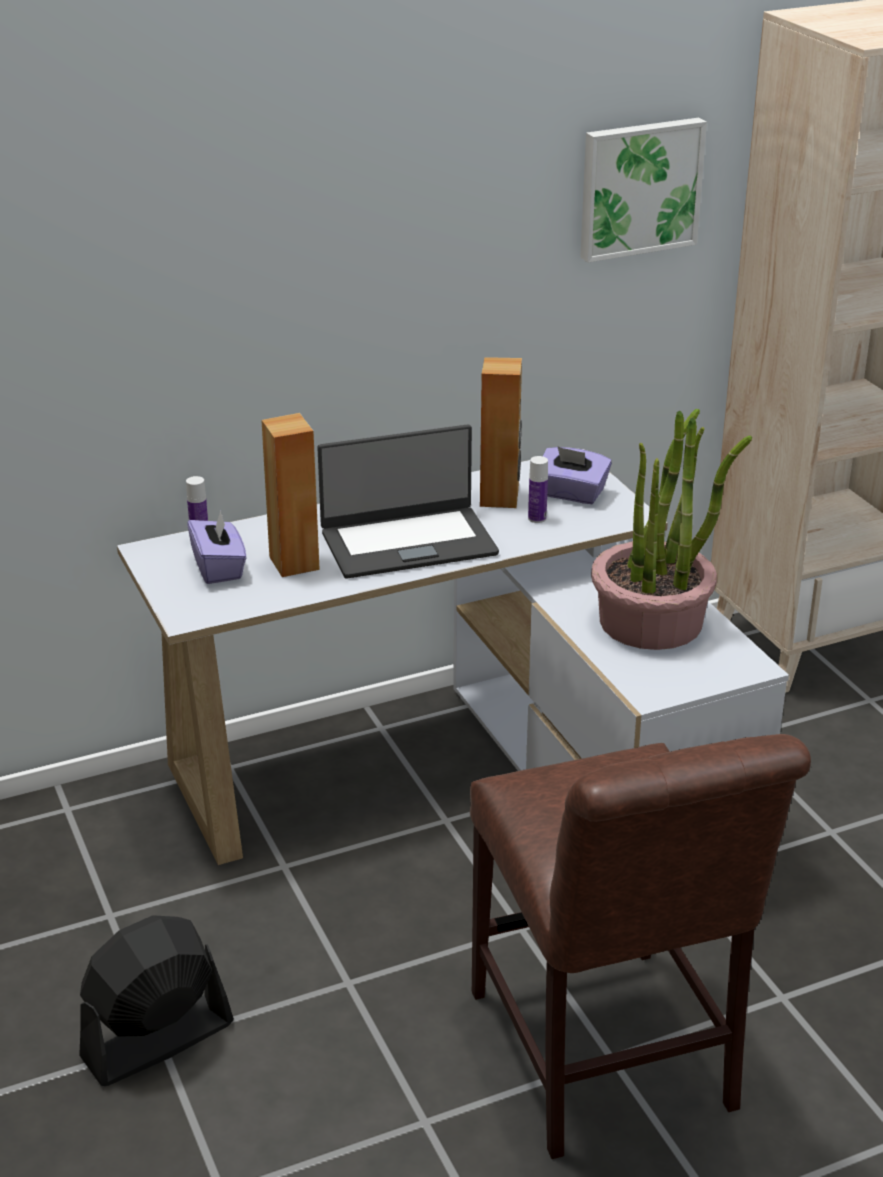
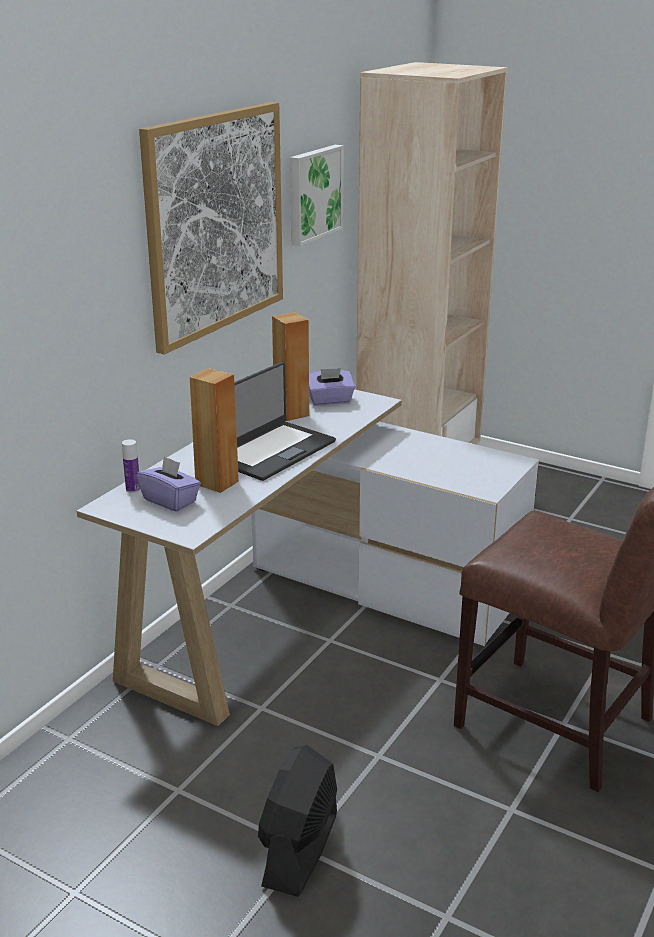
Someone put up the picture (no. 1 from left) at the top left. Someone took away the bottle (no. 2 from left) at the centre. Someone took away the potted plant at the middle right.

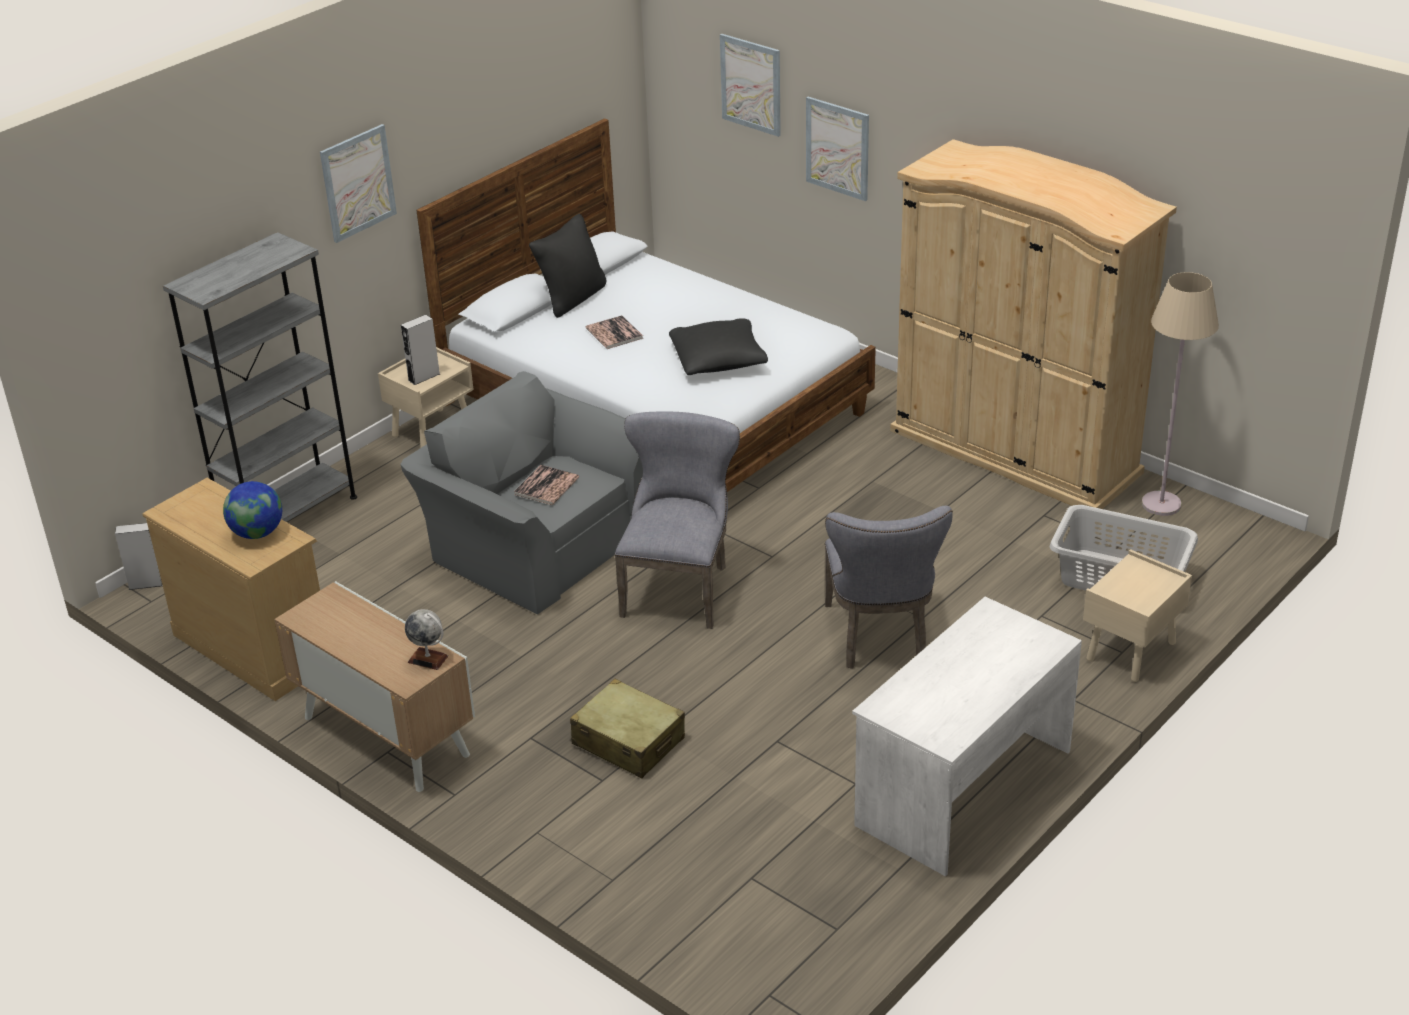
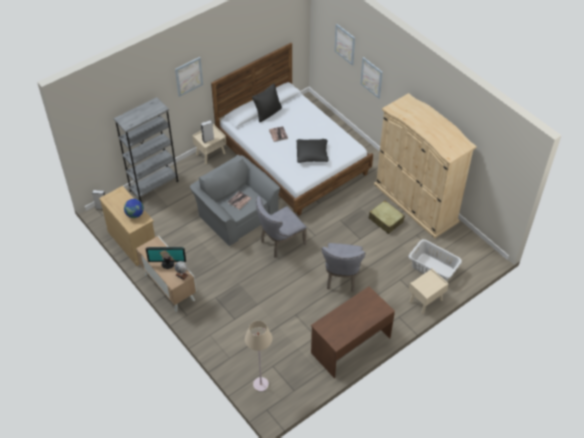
Someone put down the monitor at the middle left. Someone carried the floor lamp (beige) from the middle right to the bottom centre. Someone rotated the chair (grey) (no. 1 from left) at the centre by 150 degrees counterclockwise. Someone repainted the desk (white) at the bottom right, which became the desk (brown) at the bottom centre. Someone carried the suitcase (beige) from the bottom centre to the centre.

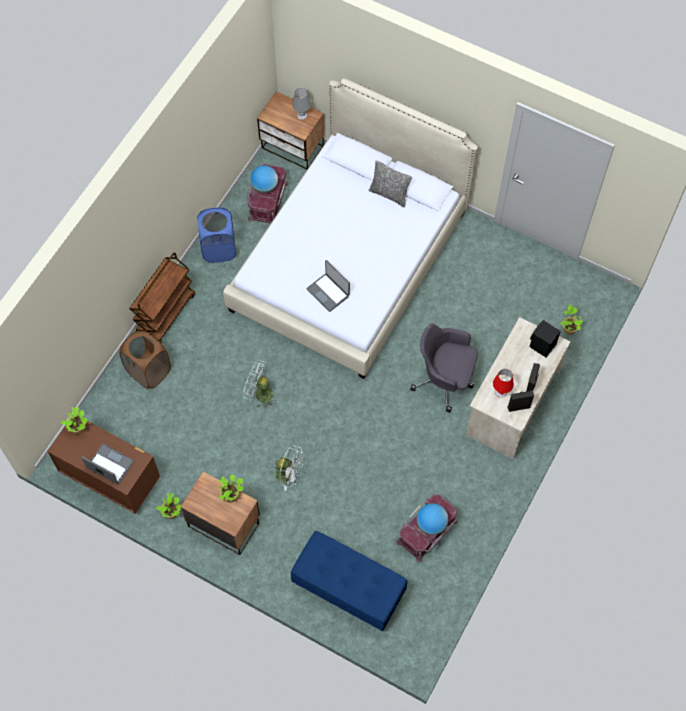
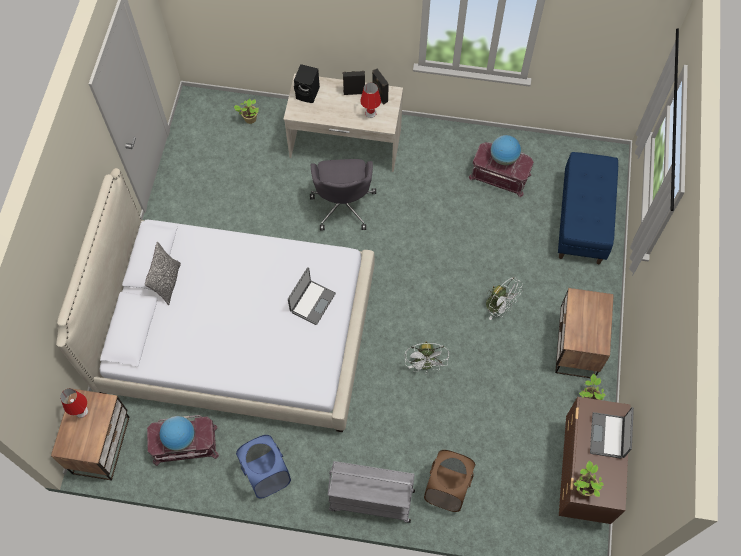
Someone repainted the table lamp (grey) at the top centre, which became the table lamp (red) (no. 1 from left) at the bottom left. Someone repainted the cart (brown) at the middle left, which became the cart (grey) at the bottom centre. Someone rotated the fan (white) (no. 2 from left) at the centre by 135 degrees clockwise. Someone took away the potted plant (no. 3 from left) at the bottom centre.

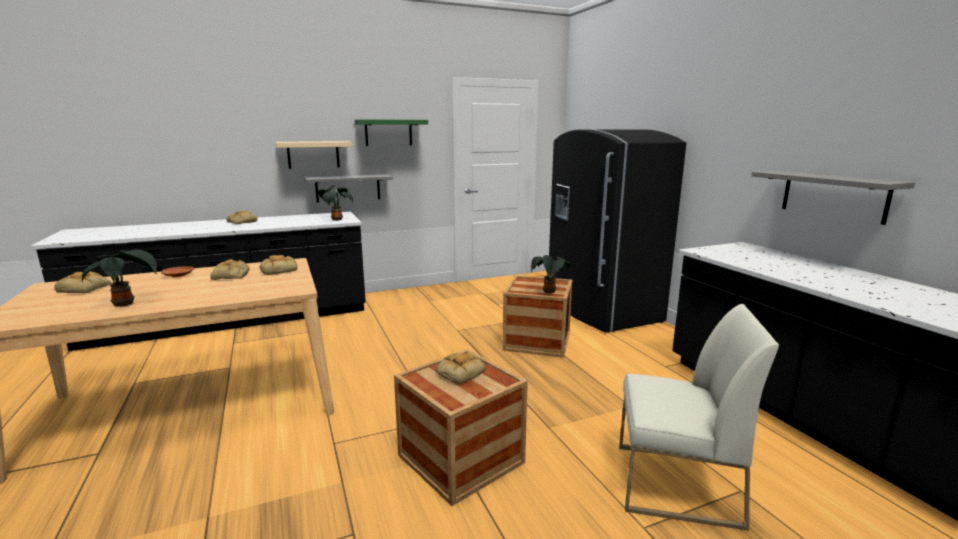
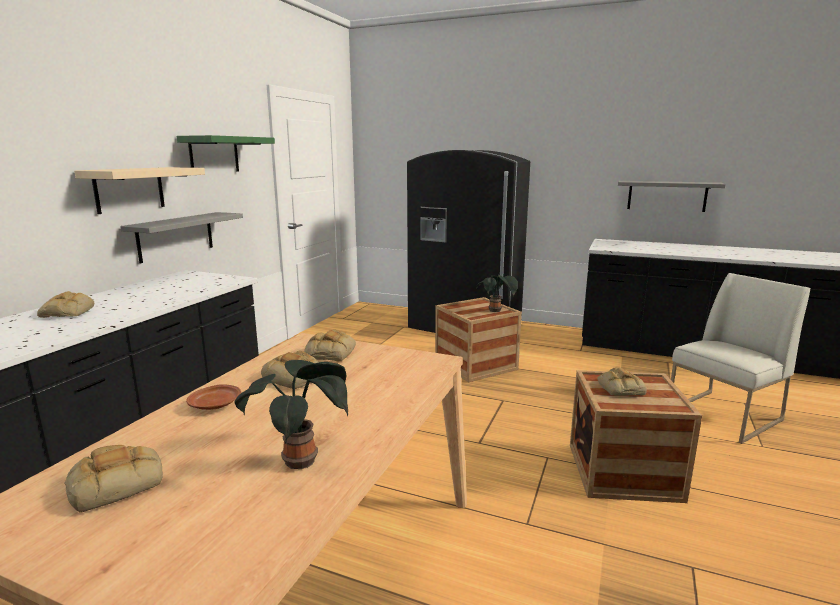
Someone took away the potted plant (no. 2 from left) at the centre.

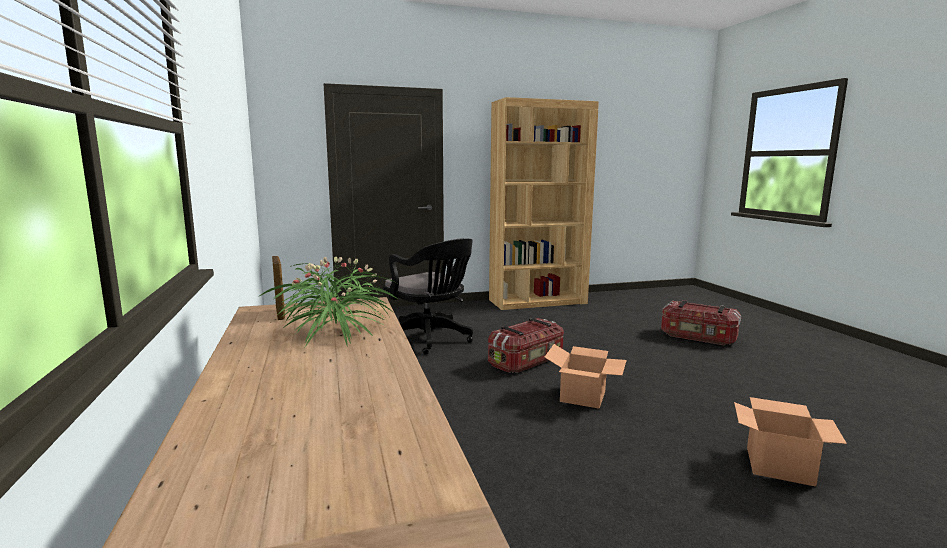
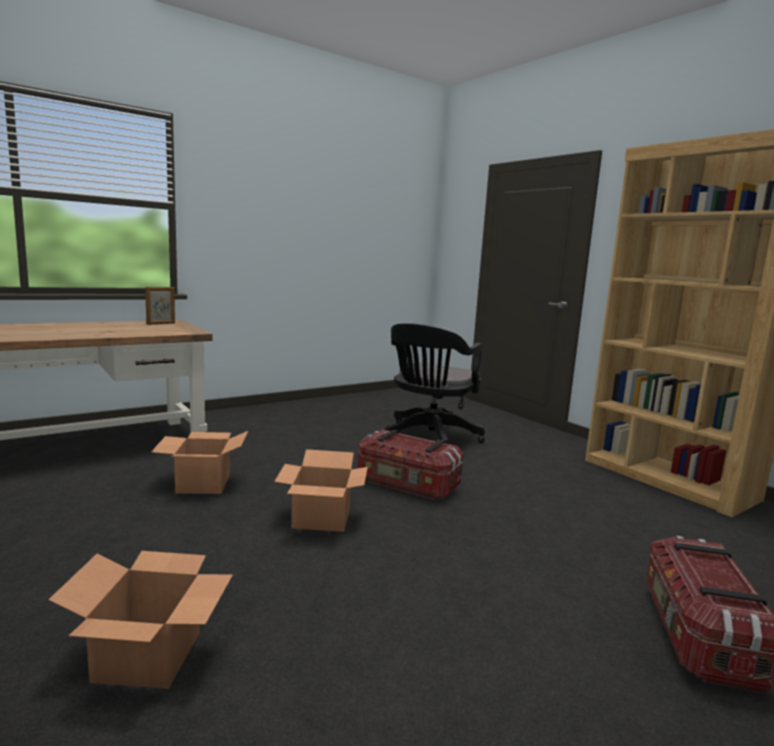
Someone put down the cardboard box (no. 2 from left) at the middle left. Someone took away the potted plant at the centre.

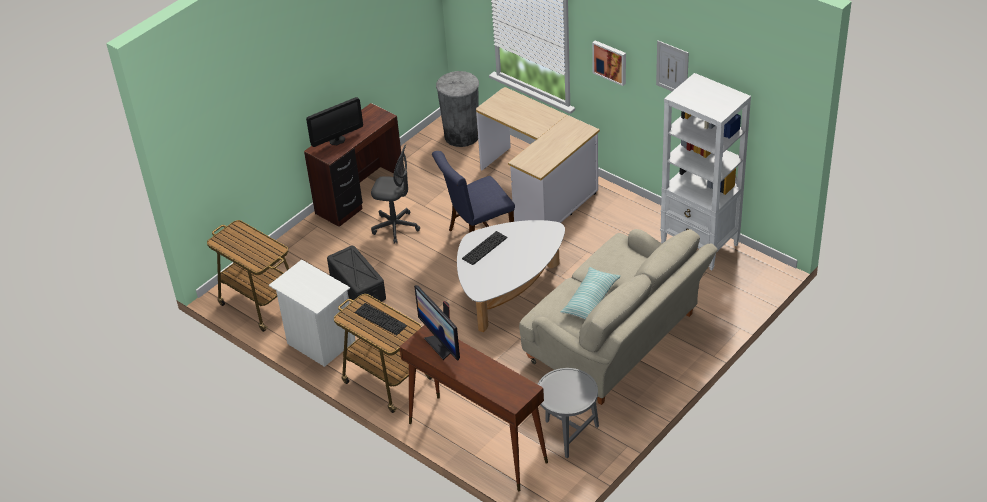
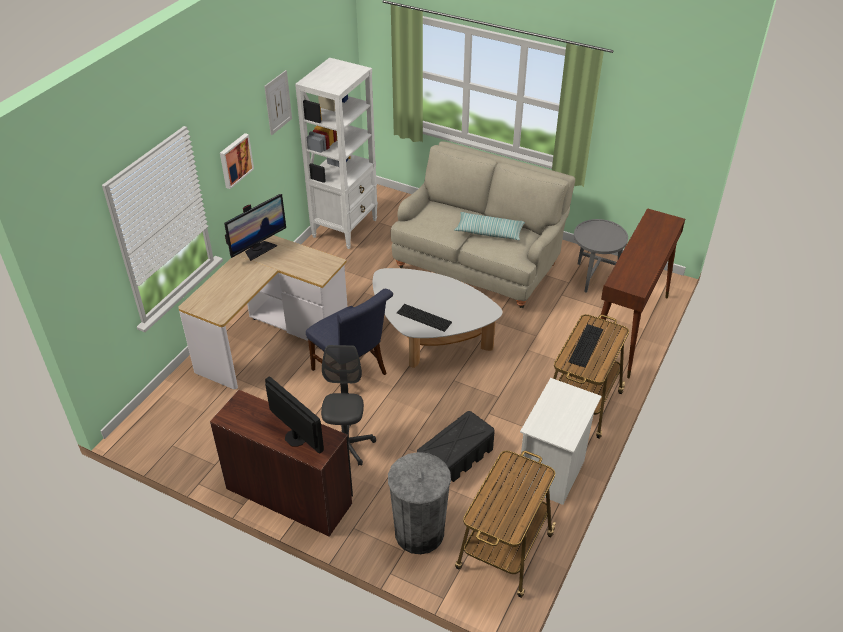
Someone carried the monitor (no. 2 from left in the first image) from the centre to the middle left. Someone carried the trash can (grey) from the top centre to the bottom centre.

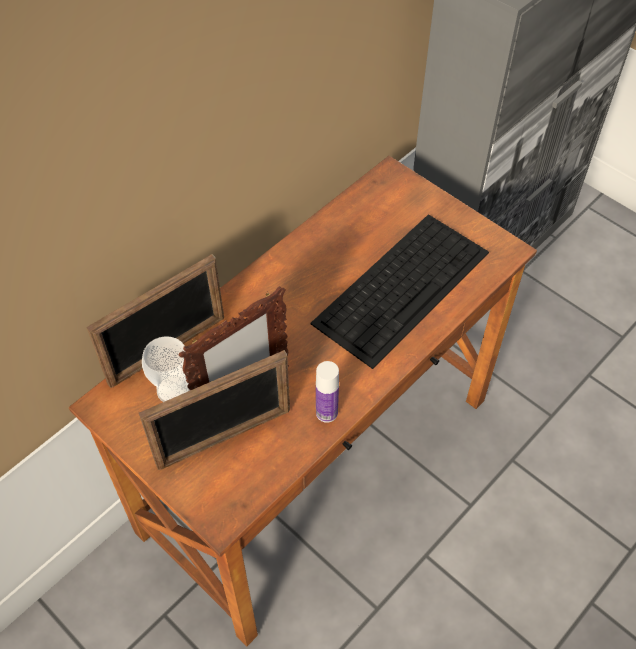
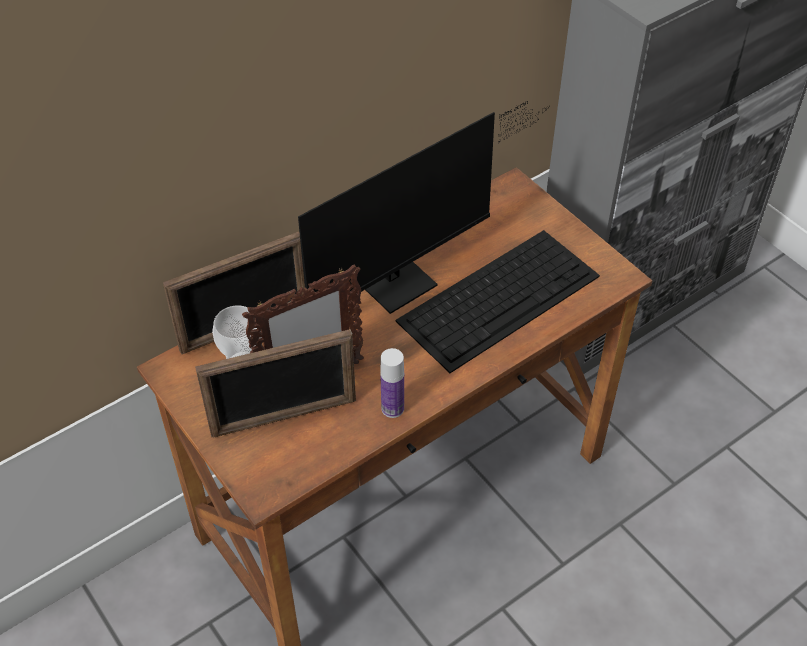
Someone put down the monitor at the top centre.

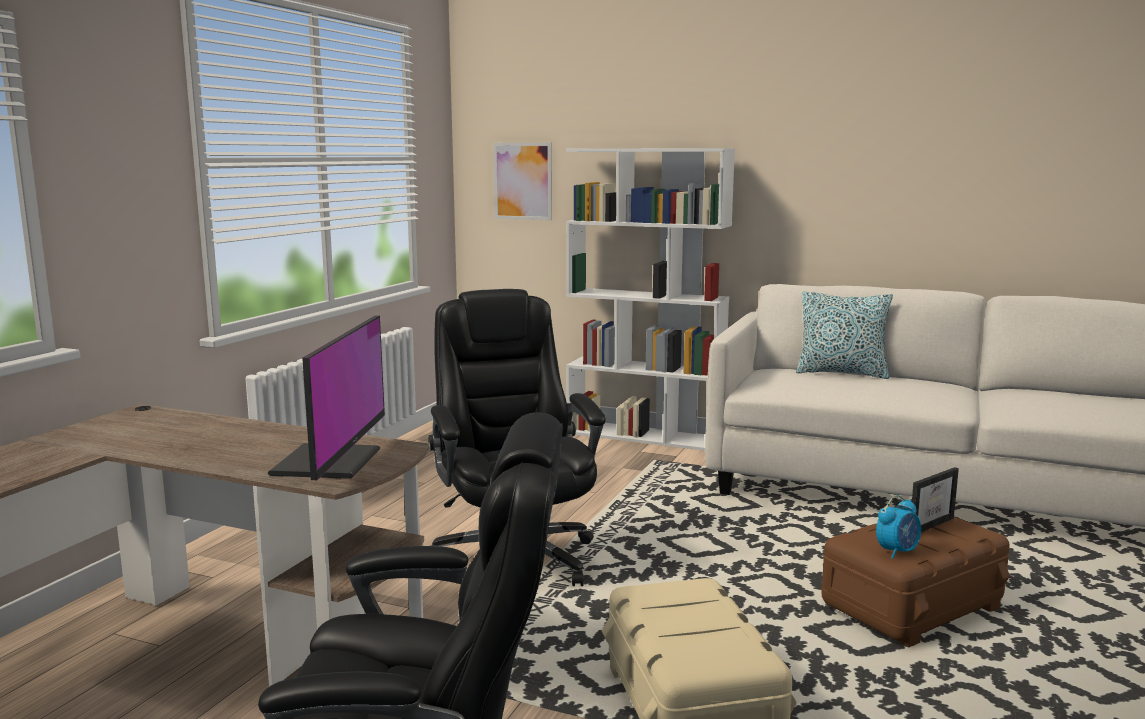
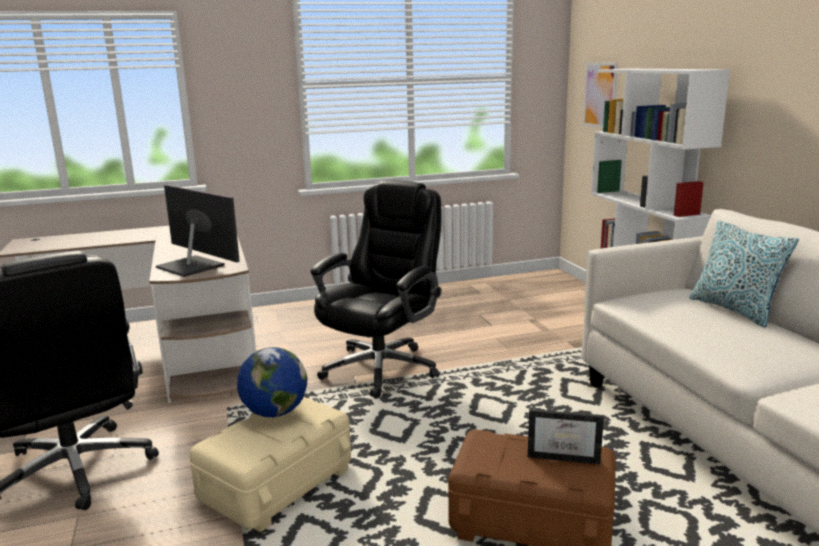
Someone rotated the monitor at the middle left by 105 degrees counterclockwise. Someone put down the globe at the bottom left. Someone took away the alarm clock at the bottom right.

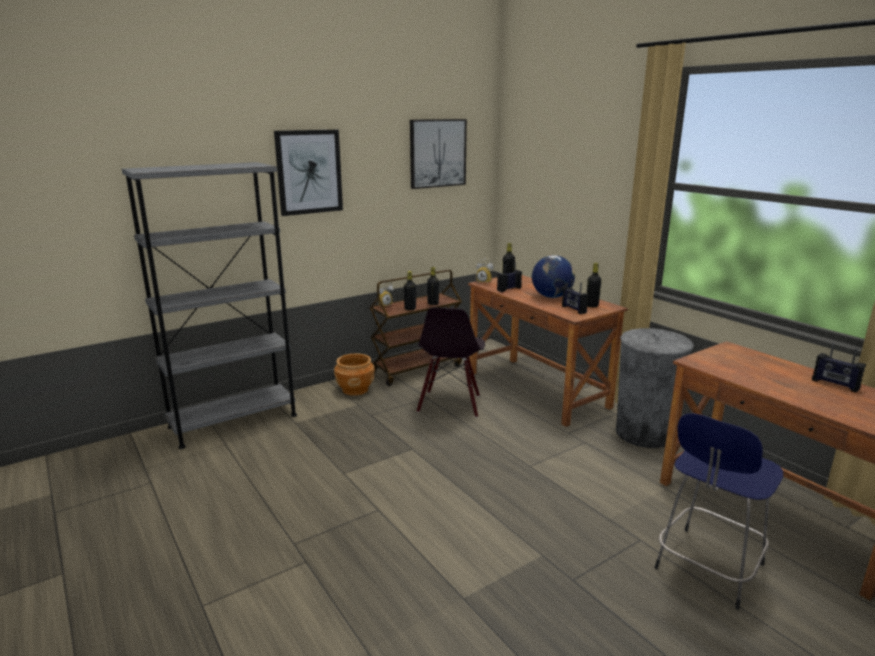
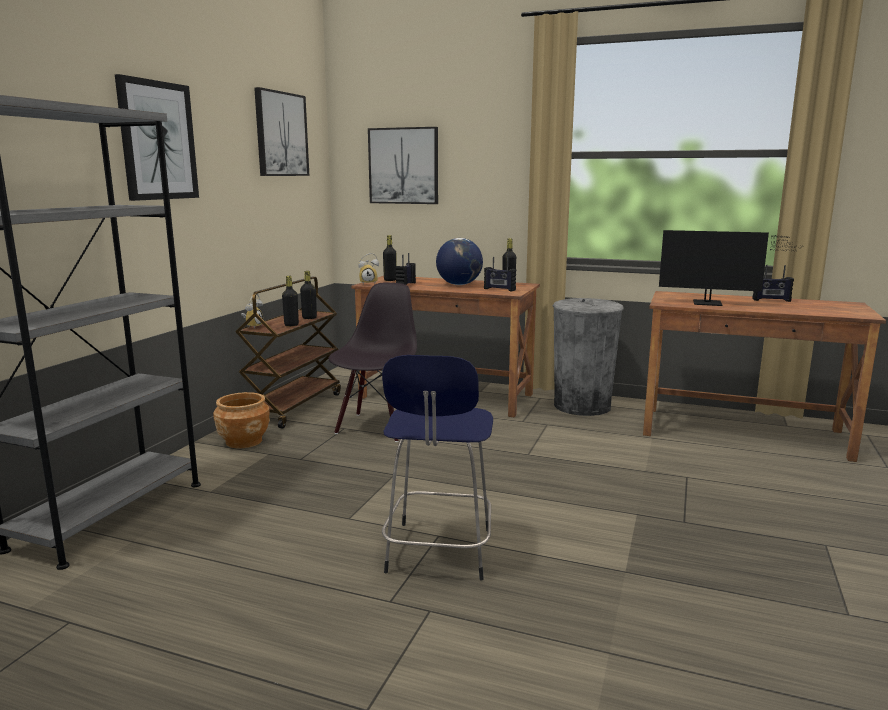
Someone rotated the chair (black) at the centre by 135 degrees counterclockwise. Someone put up the picture (no. 3 from left) at the top centre. Someone carried the stool (blue) from the bottom right to the centre. Someone put down the monitor at the middle right.

